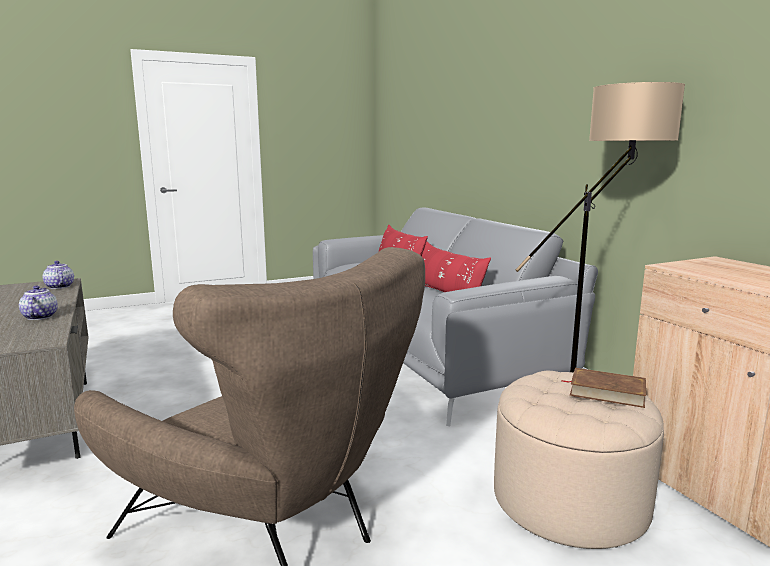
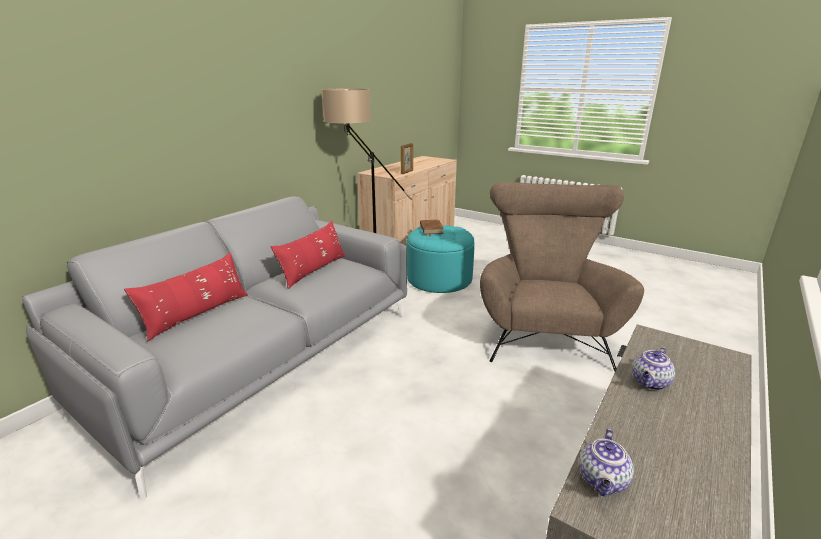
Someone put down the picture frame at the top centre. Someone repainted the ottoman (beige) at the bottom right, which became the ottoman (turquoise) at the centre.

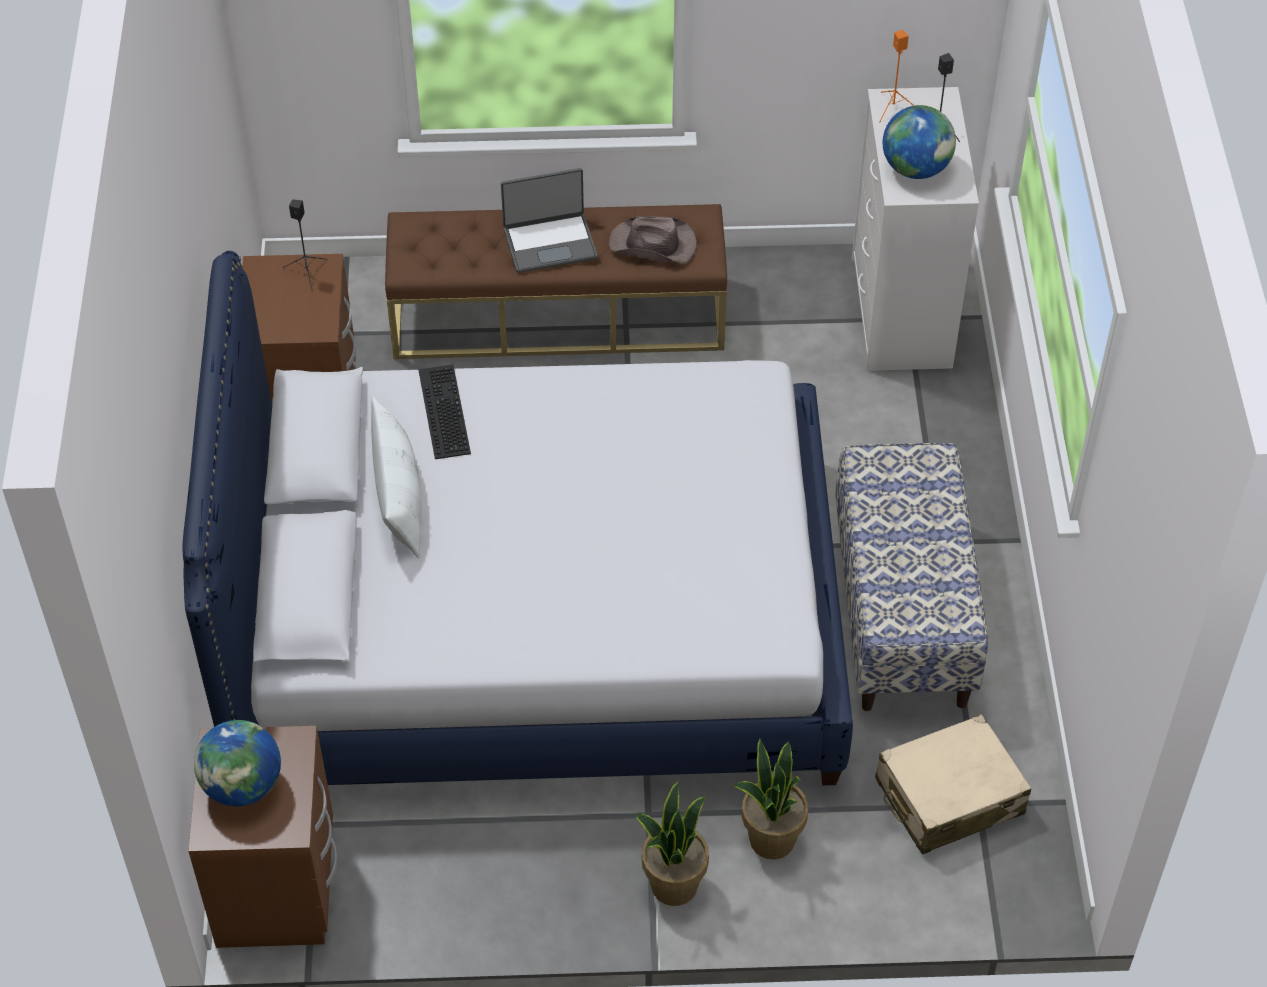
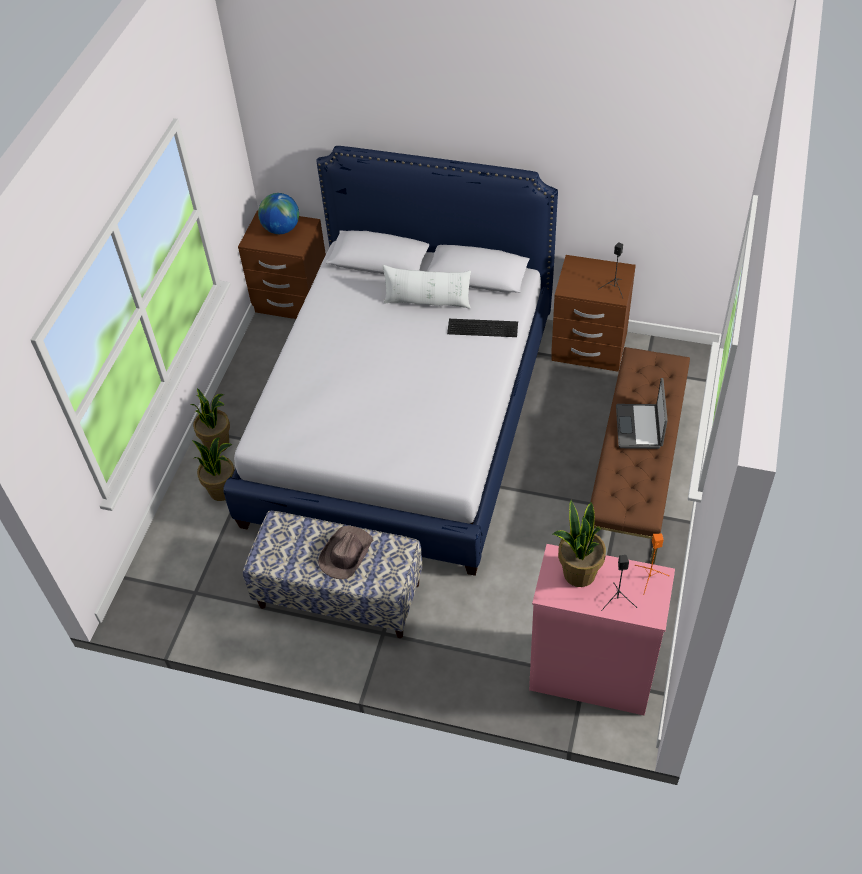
Someone carried the hat (brown) from the top centre to the centre. Someone repainted the dresser (white) at the top right, which became the dresser (pink) at the bottom right. Someone swapped the globe (no. 2 from left) at the top right for the potted plant (no. 3 from left) at the middle right. Someone took away the suitcase (beige) at the bottom right.

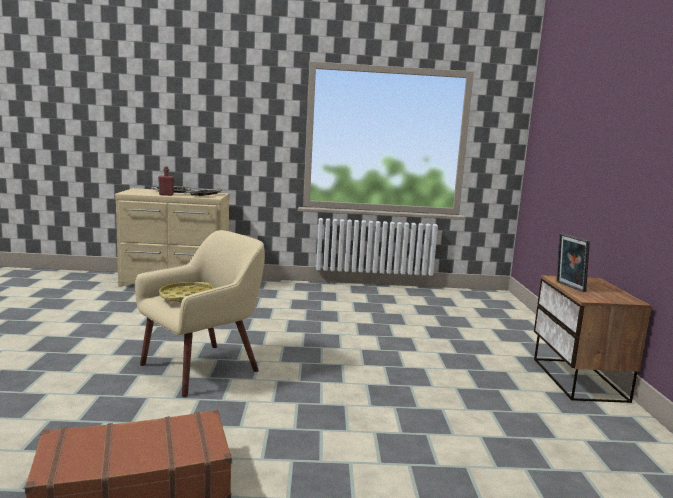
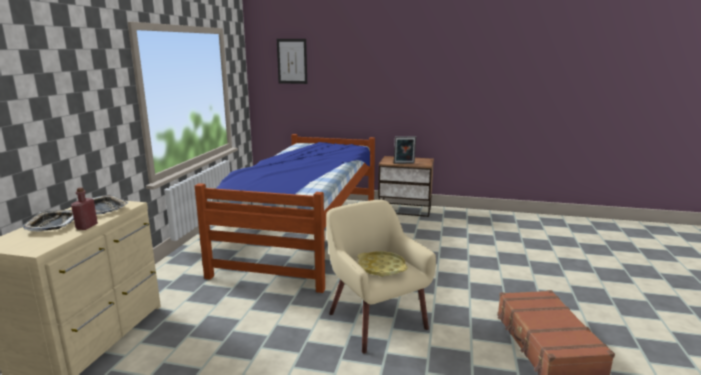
Someone put down the bed at the centre. Someone put up the picture at the top centre.

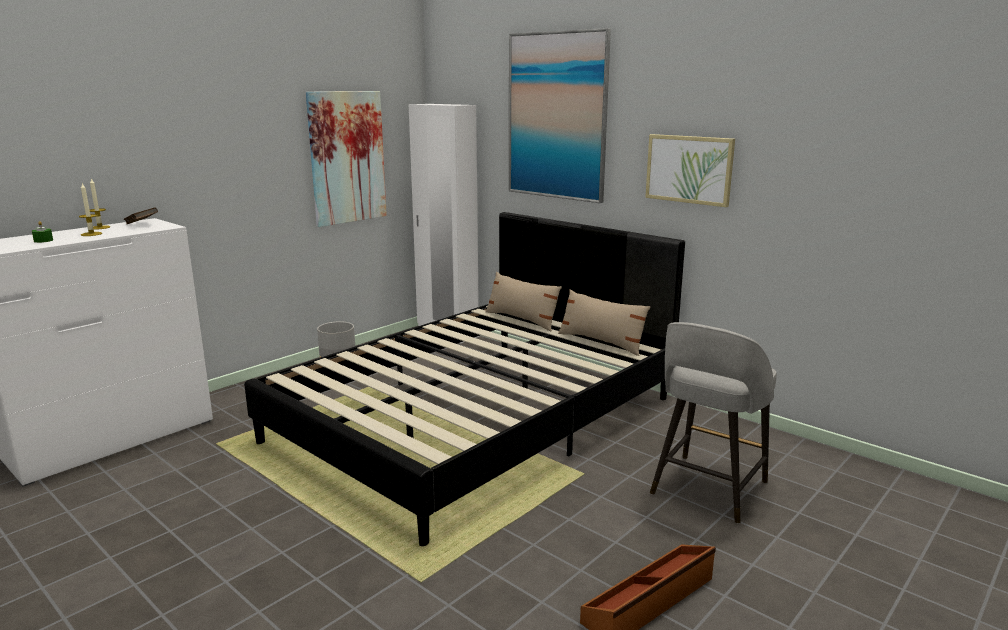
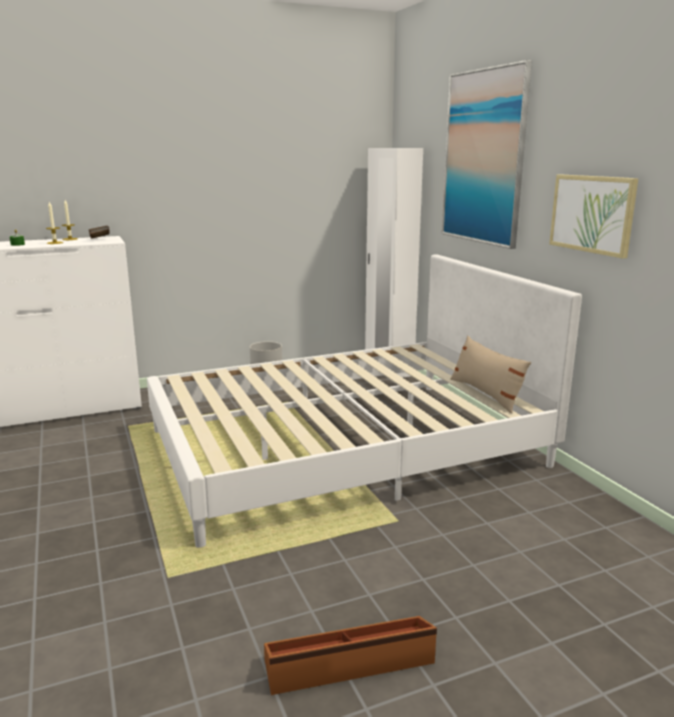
Someone repainted the bed (black) at the centre, which became the bed (white) at the centre. Someone took away the picture (no. 1 from left) at the top centre. Someone took away the pillow (beige) (no. 1 from left) at the centre. Someone took away the stool (grey) at the bottom right.

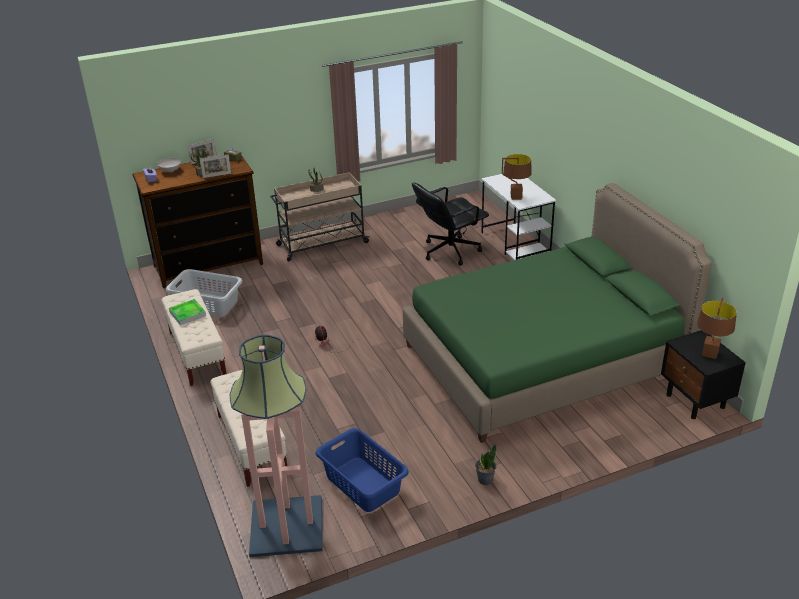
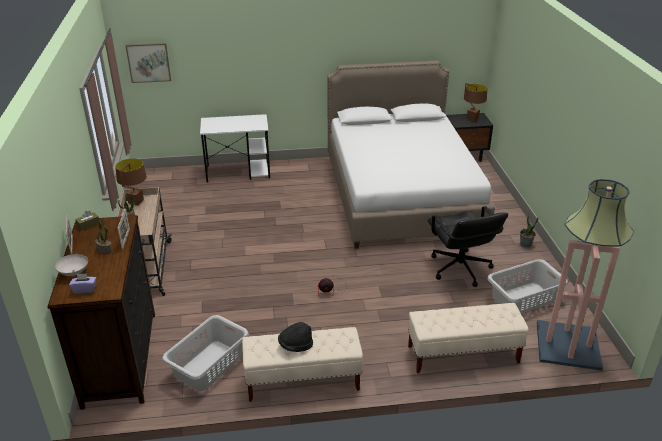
Someone carried the table lamp (brown) (no. 1 from left) from the top centre to the middle left. Someone put up the picture at the top left. Someone swapped the tray at the middle left for the hat (black) at the bottom centre. Someone repainted the bed (green) at the middle right, which became the bed (white) at the centre. Someone carried the office chair (black) from the centre to the middle right. Someone repainted the laundry basket (blue) at the bottom centre, which became the laundry basket (grey) (no. 2 from left) at the middle right.

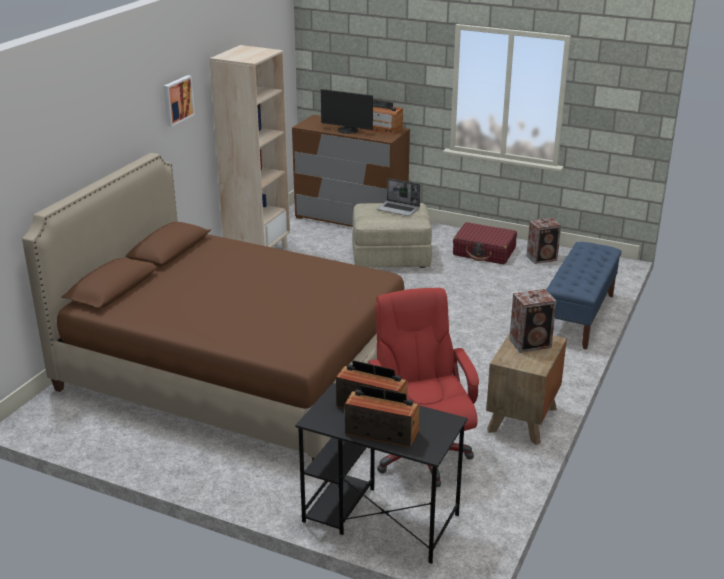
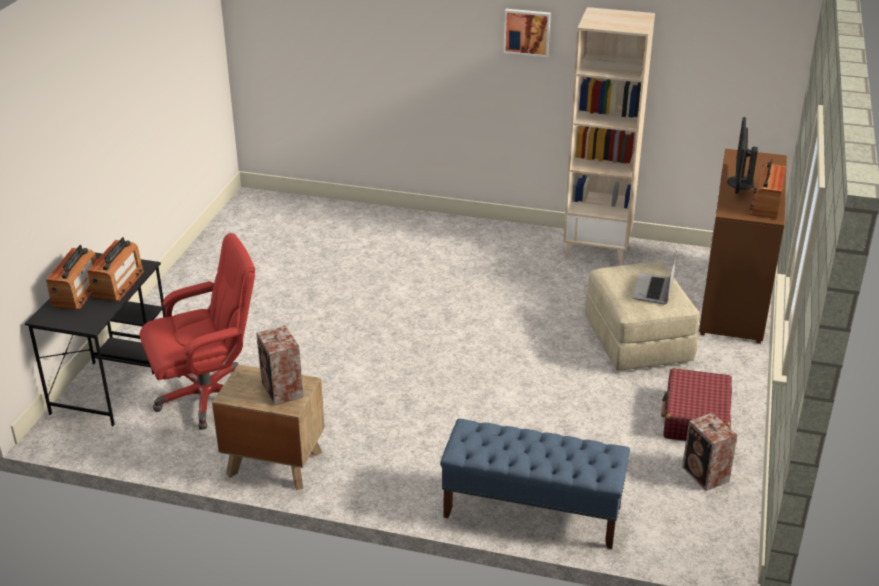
Someone took away the bed (brown) at the middle left.

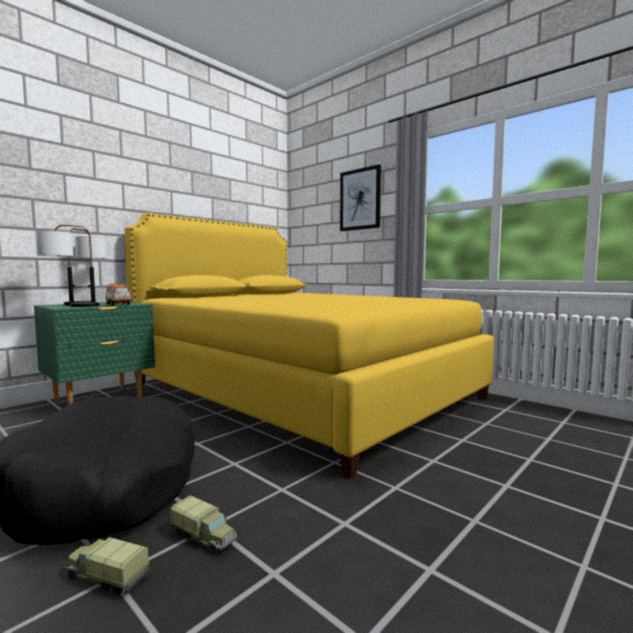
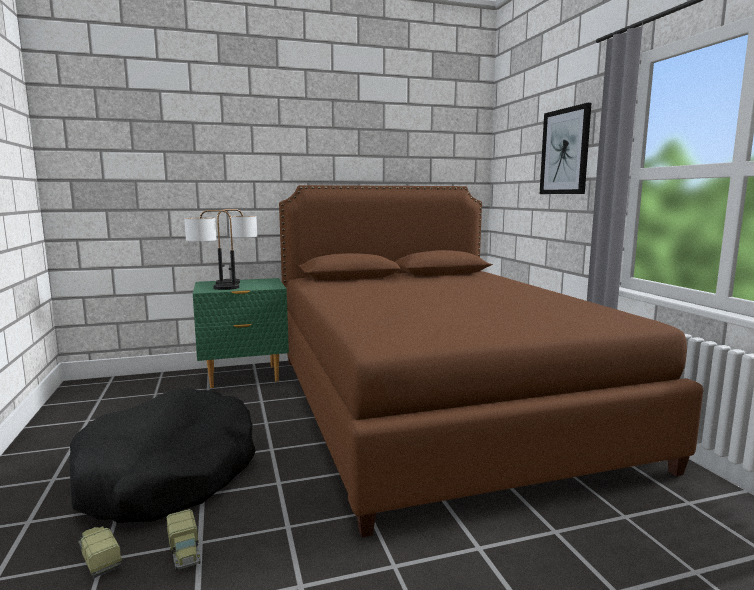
Someone repainted the bed (yellow) at the centre, which became the bed (brown) at the centre. Someone took away the toy car at the middle left.

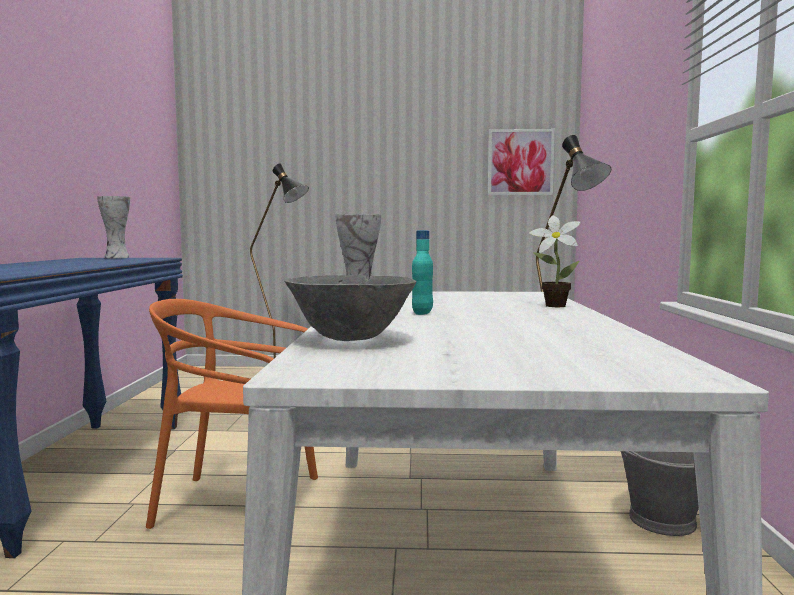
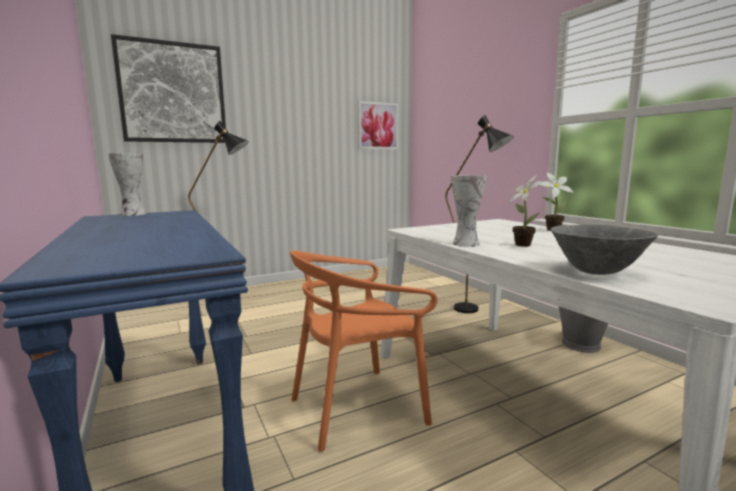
Someone put up the picture (no. 1 from left) at the top left. Someone swapped the bottle (turquoise) at the centre for the potted plant (no. 1 from left) at the middle right.

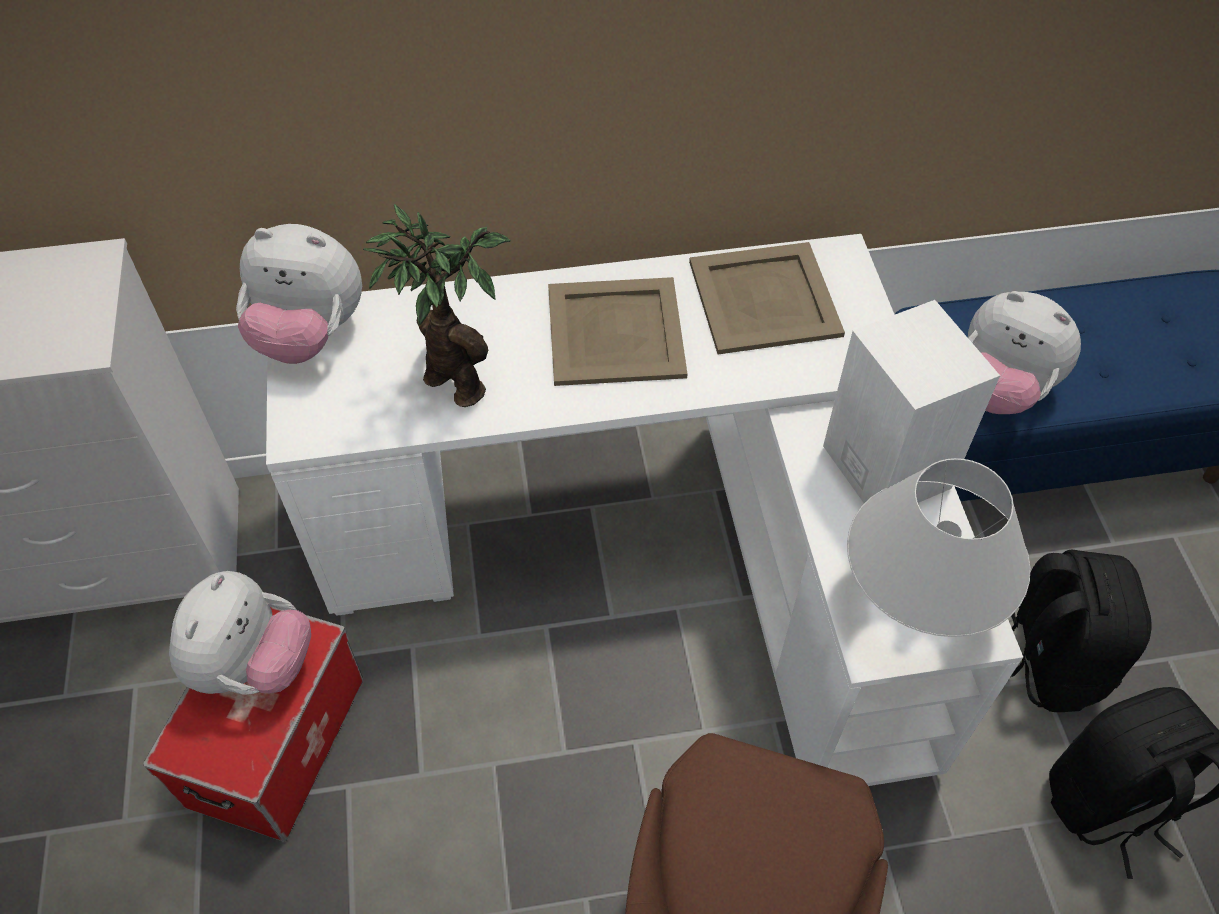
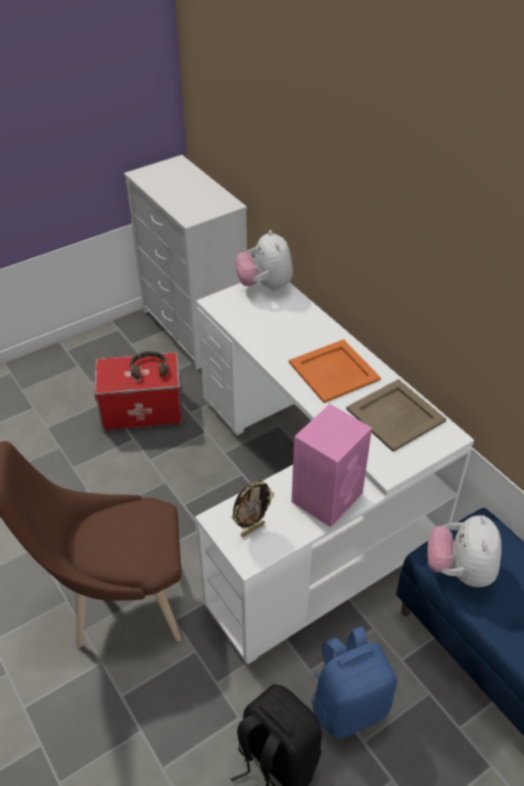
Someone swapped the plush toy (no. 1 from left) at the bottom left for the headphones at the middle left. Someone swapped the table lamp (white) at the middle right for the picture frame at the centre. Someone repainted the tray (beige) (no. 1 from left) at the centre, which became the tray (orange) at the centre. Someone repainted the speaker (white) at the middle right, which became the speaker (pink) at the centre. Someone repainted the backpack (black) (no. 1 from left) at the bottom right, which became the backpack (blue) at the bottom right. Someone took away the potted plant at the centre.

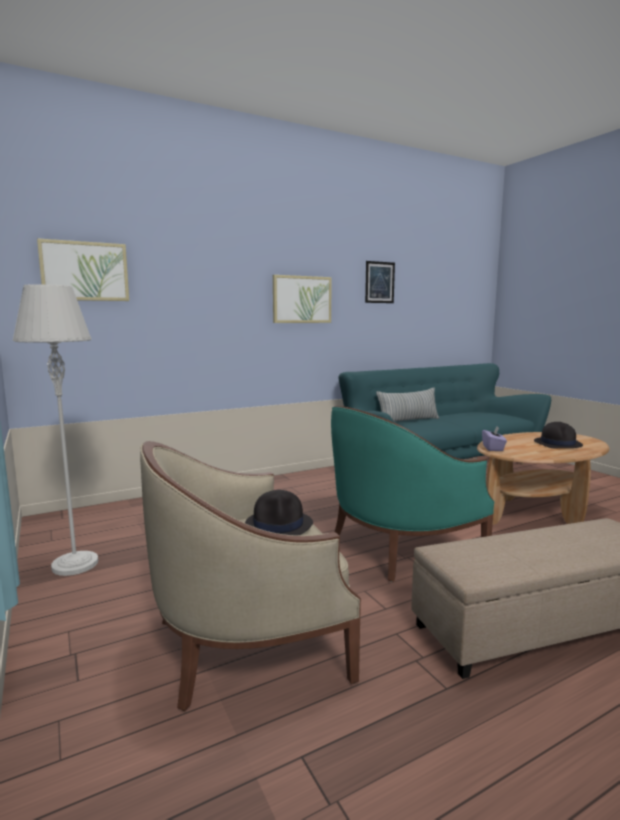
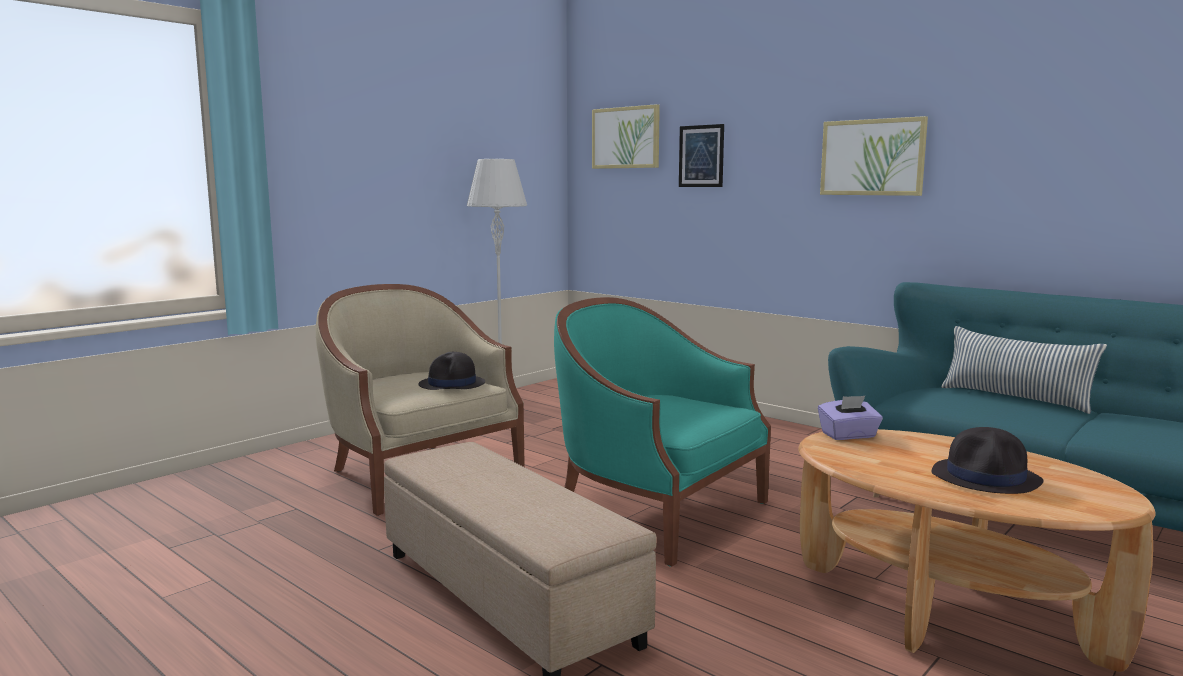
Someone carried the picture (no. 3 from left in the first image) from the centre to the top centre.

